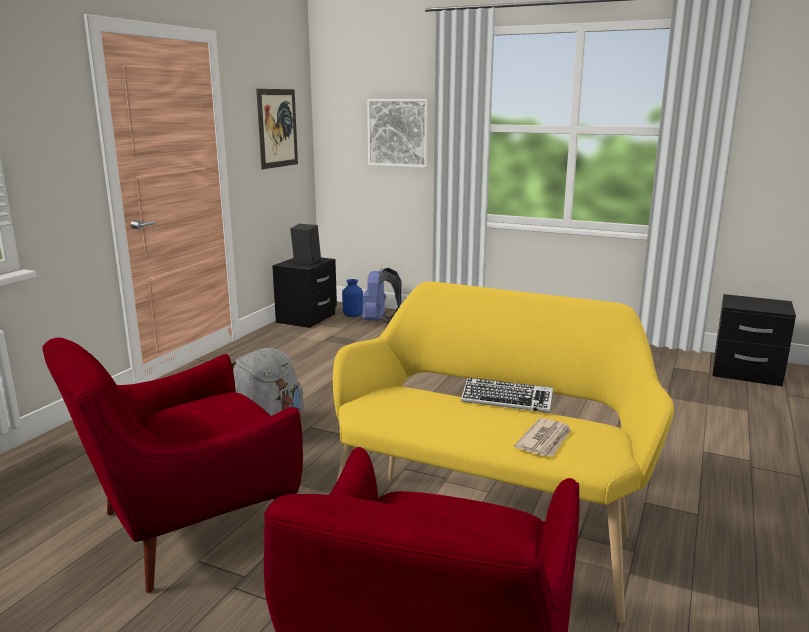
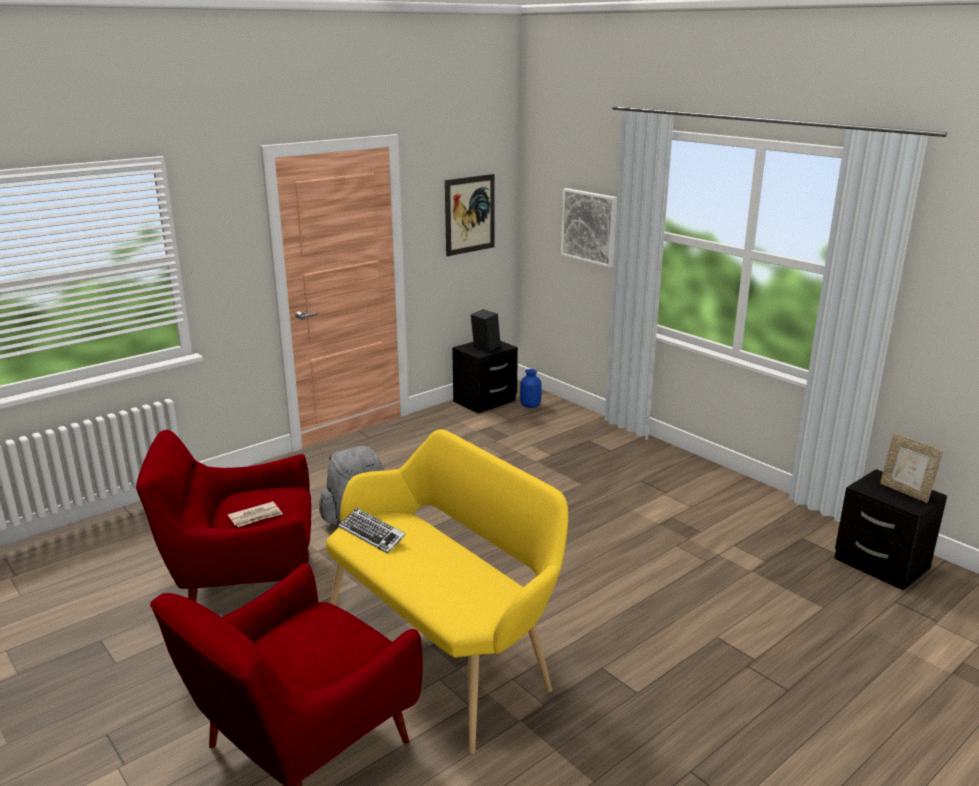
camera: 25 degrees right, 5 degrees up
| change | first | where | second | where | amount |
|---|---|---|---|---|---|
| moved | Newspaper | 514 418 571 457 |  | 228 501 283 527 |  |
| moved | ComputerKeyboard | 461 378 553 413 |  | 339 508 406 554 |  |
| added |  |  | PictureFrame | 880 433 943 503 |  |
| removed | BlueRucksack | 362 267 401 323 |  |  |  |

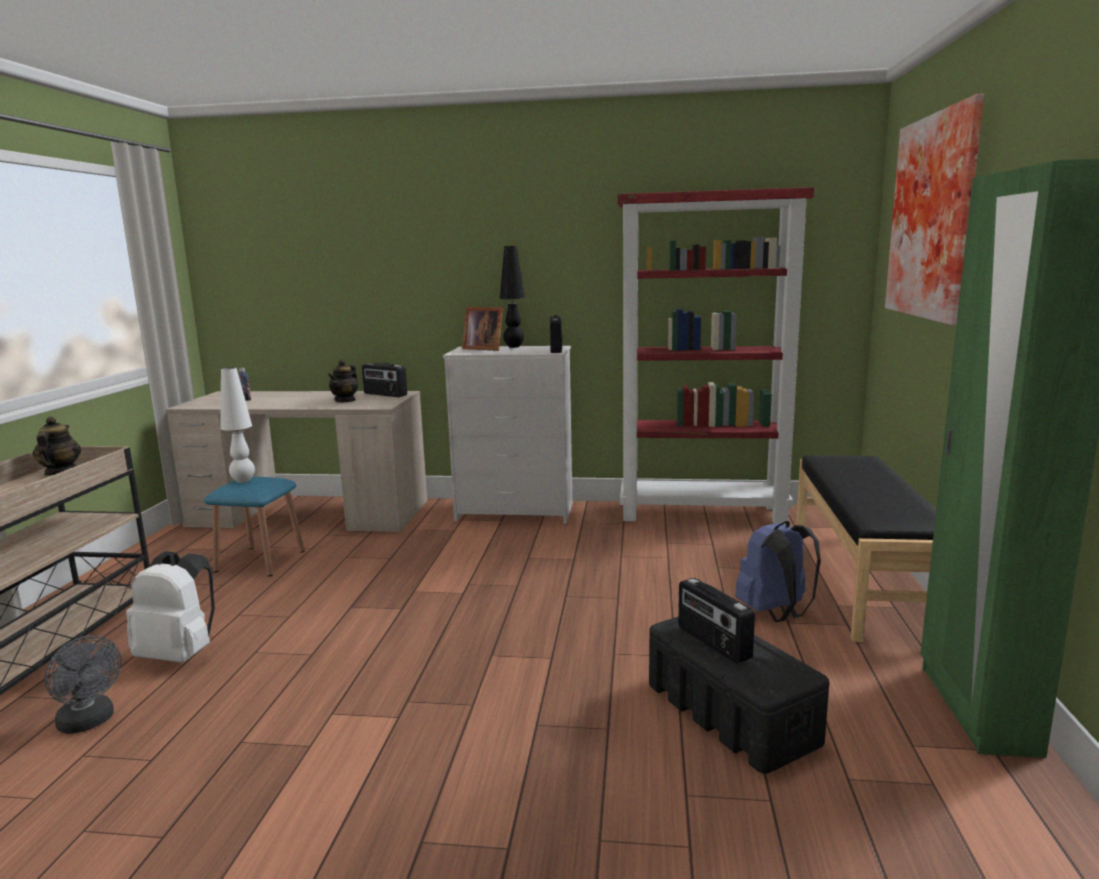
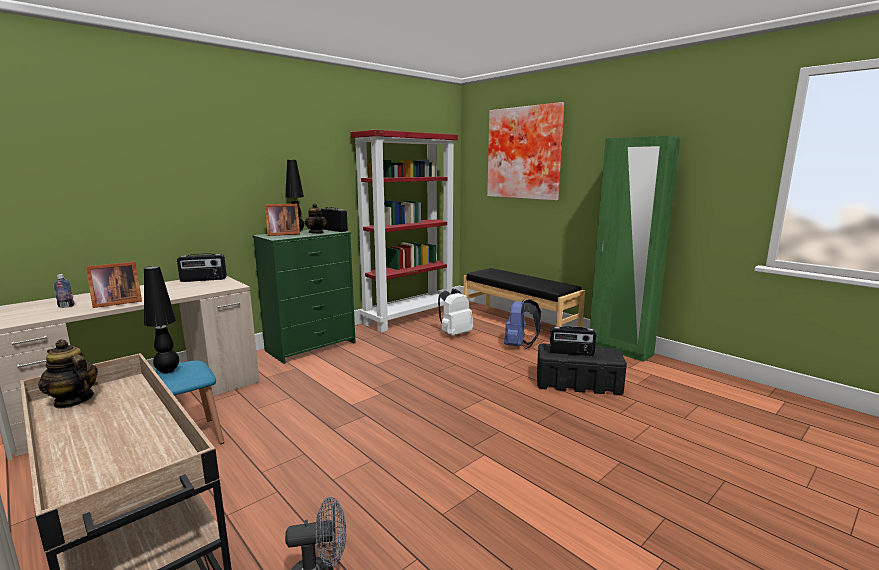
camera: 50 degrees left, 0 degrees up
| change | first | where | second | where | amount |
|---|---|---|---|---|---|
| added |  |  | PictureFrame | 86 262 142 308 |  |
| recoloured | WhiteColouredLampForATable | 220 367 255 483 | BlackishLampForATable | 144 266 179 374 |  |
| recoloured | WhiteColouredChestOfDrawers | 443 346 572 524 | GreenColouredChestOfDrawers | 252 230 356 364 |  |
| moved | Teapot | 328 359 358 402 |  | 304 203 327 234 |  |
| moved | WhiteColouredRucksack | 126 551 215 663 |  | 438 289 473 336 |  |

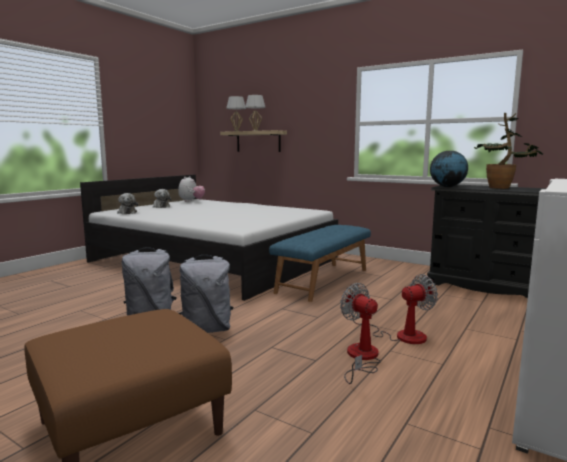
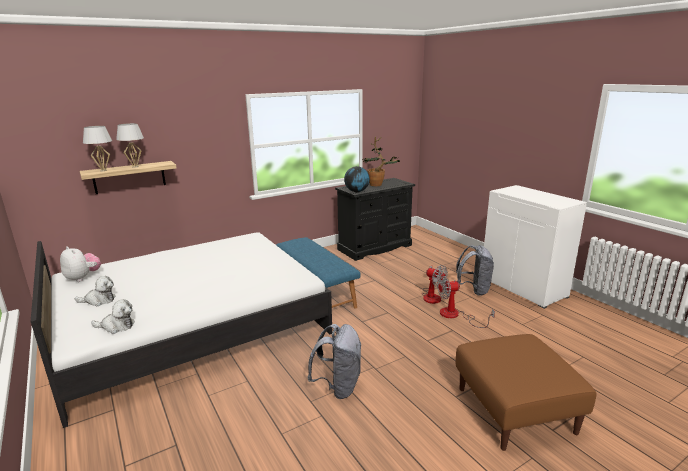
camera: 65 degrees left, 10 degrees up
| change | first | where | second | where | amount |
|---|---|---|---|---|---|
| turned | CoolingFan | 350 274 438 344 |  | 422 265 448 304 | 135 degrees clockwise |
| moved | GreyishRucksack | 179 255 233 333 |  | 456 245 494 296 |  |

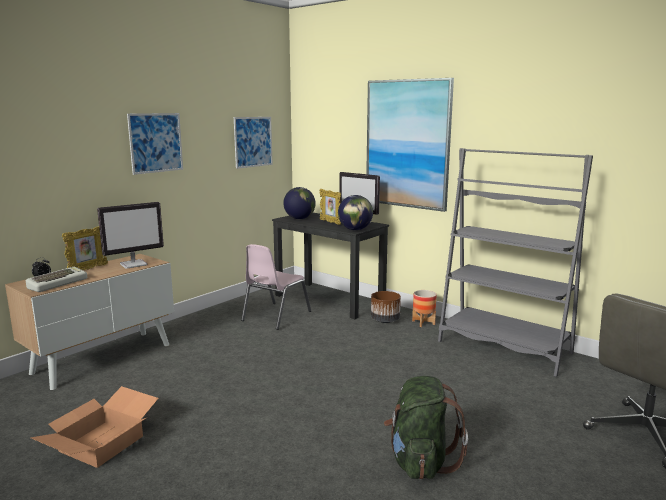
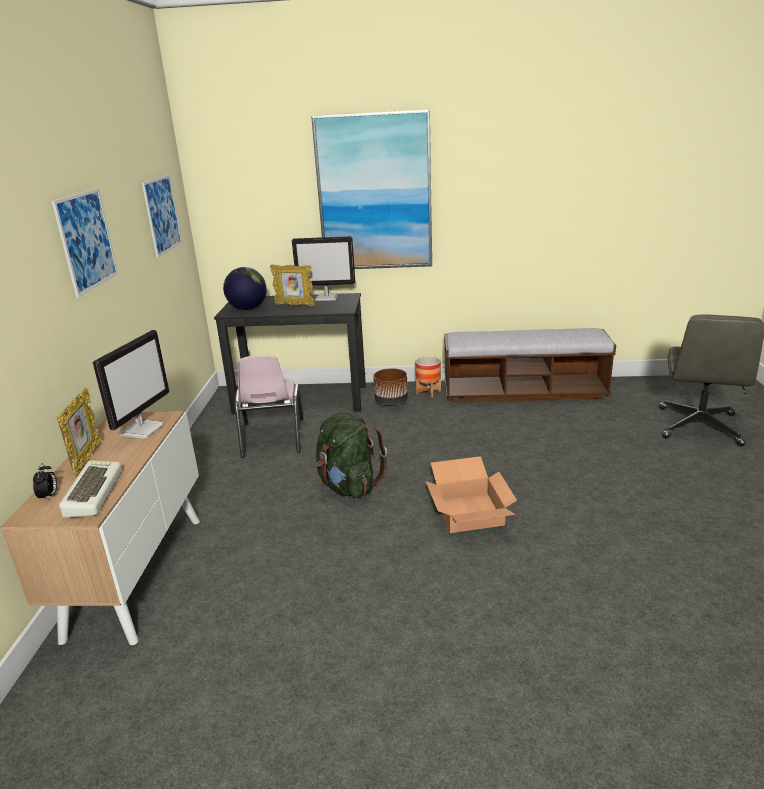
camera: 35 degrees left, 10 degrees up
| change | first | where | second | where | amount |
|---|---|---|---|---|---|
| moved | GreenColouredRucksack | 384 376 468 480 |  | 316 412 387 498 |  |
| moved | PackingBox | 30 386 159 468 |  | 426 456 517 533 |  |
| replaced | GreyishBookshelf | 438 148 593 377 | Bench | 444 328 616 402 |  |
| removed | DeskGlobe | 338 195 373 230 |  |  |  |

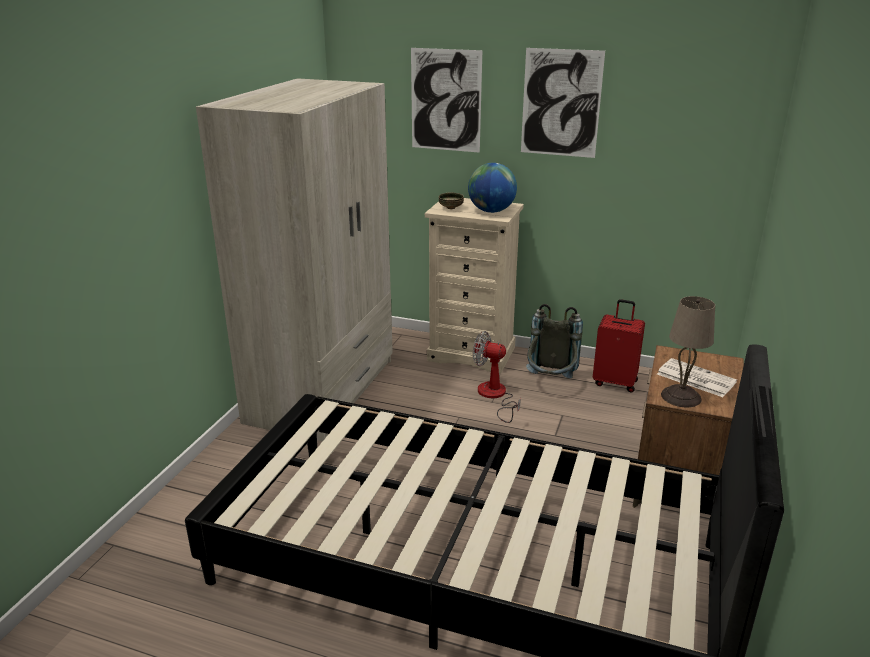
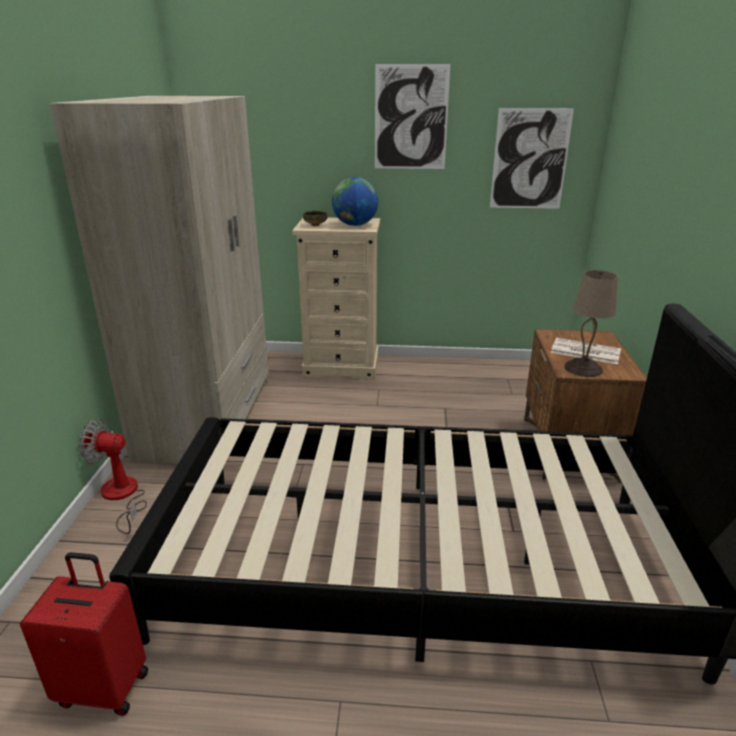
camera: 15 degrees left, 0 degrees up
| change | first | where | second | where | amount |
|---|---|---|---|---|---|
| moved | ReddishTravelCase | 593 299 645 392 |  | 20 552 148 716 |  |
| moved | CoolingFan | 473 331 521 423 |  | 79 419 147 534 |  |
| moved | WallPicture | 411 48 482 153 |  | 490 108 574 209 |  |
| removed | GreyishRucksack | 526 304 583 378 |  |  |  |

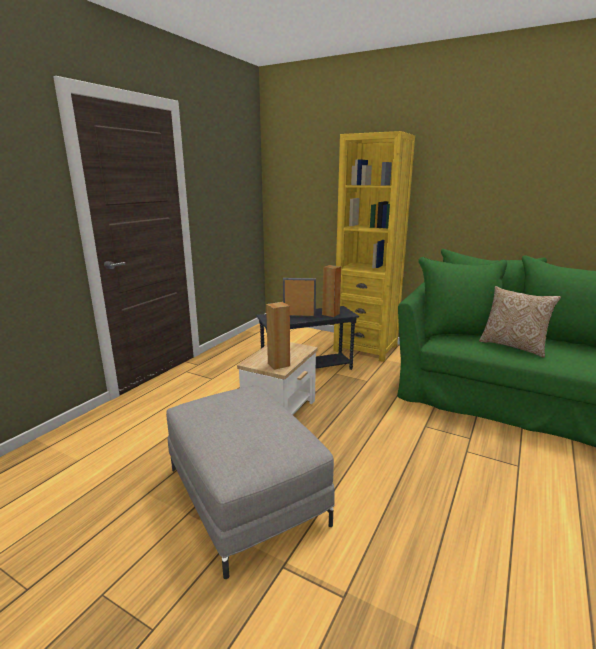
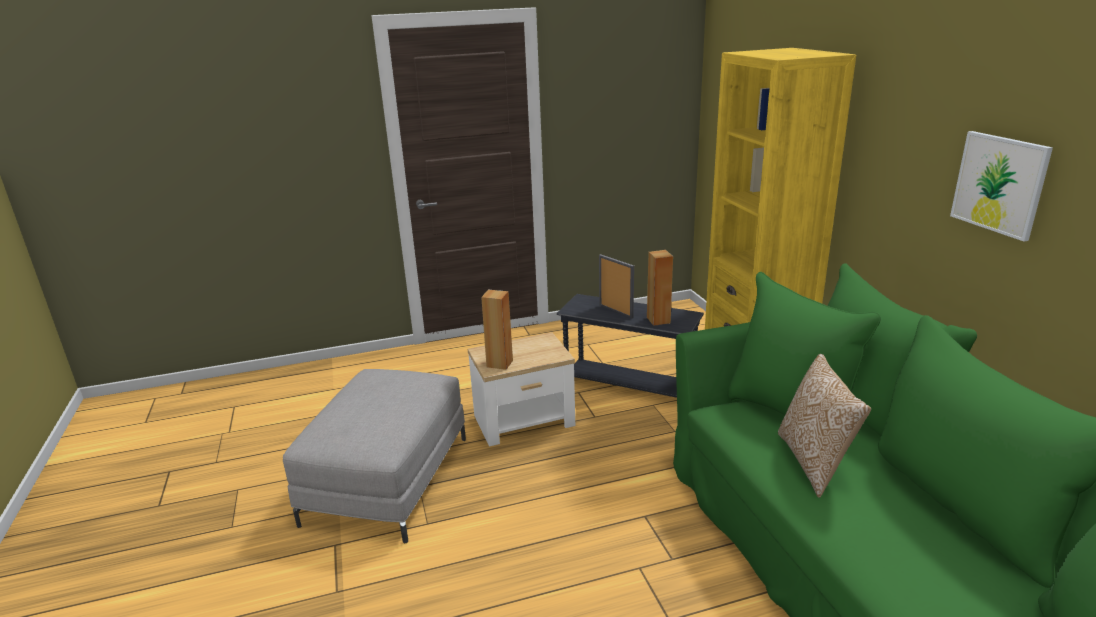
camera: 45 degrees right, 5 degrees up
| change | first | where | second | where | amount |
|---|---|---|---|---|---|
| added |  |  | WallPicture | 950 131 1053 242 |  |

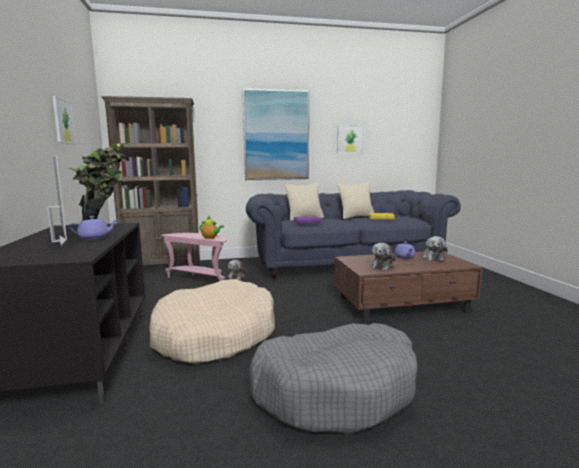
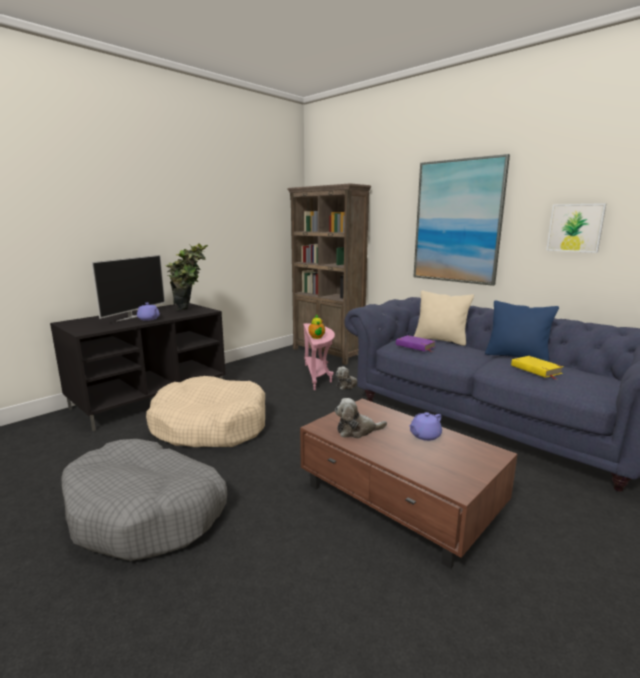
camera: 55 degrees right, 5 degrees up
| change | first | where | second | where | amount |
|---|---|---|---|---|---|
| recoloured | BeigePillow | 338 182 374 219 | BluePillow | 485 300 559 362 |  |
| removed | WallPicture | 52 96 76 144 |  |  |  |
| removed | PlushToy | 422 236 448 261 |  |  |  |

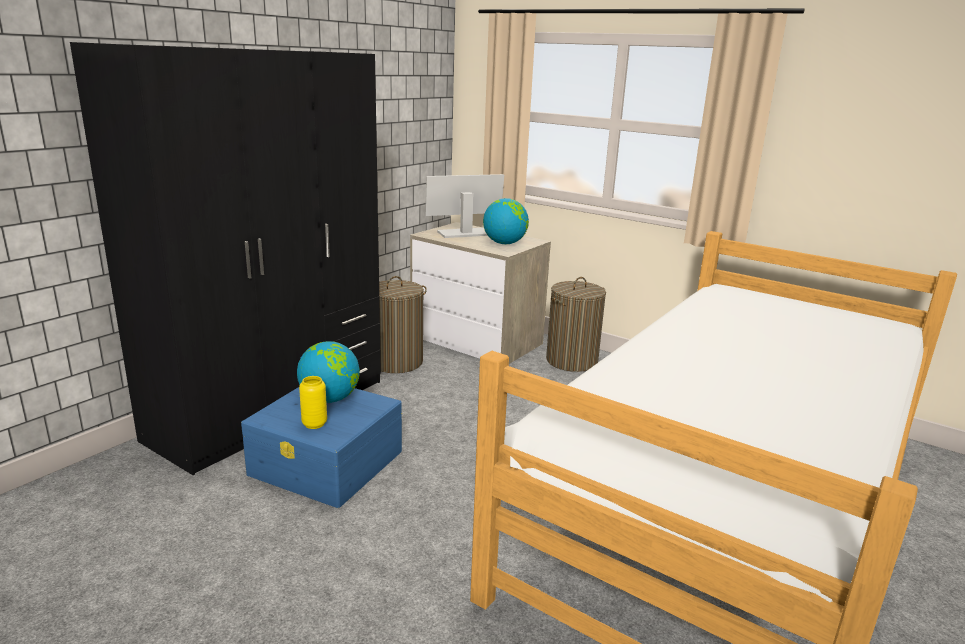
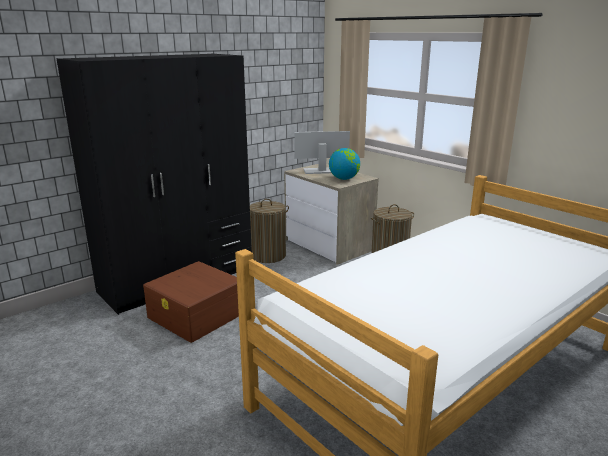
camera: 15 degrees right, 0 degrees up
| change | first | where | second | where | amount |
|---|---|---|---|---|---|
| recoloured | BlueStorageBox | 241 387 402 508 | BrownishStorageBox | 143 261 239 343 |  |
| removed | DeskGlobe | 297 341 360 403 |  |  |  |
| removed | YellowColouredDecorativeVase | 299 376 327 429 |  |  |  |

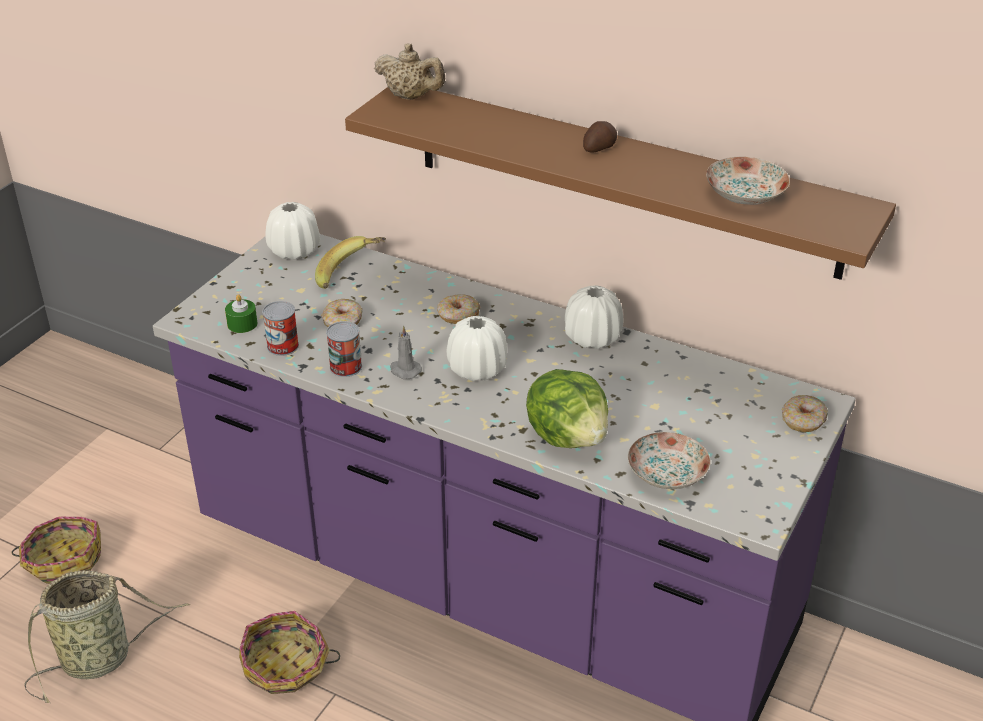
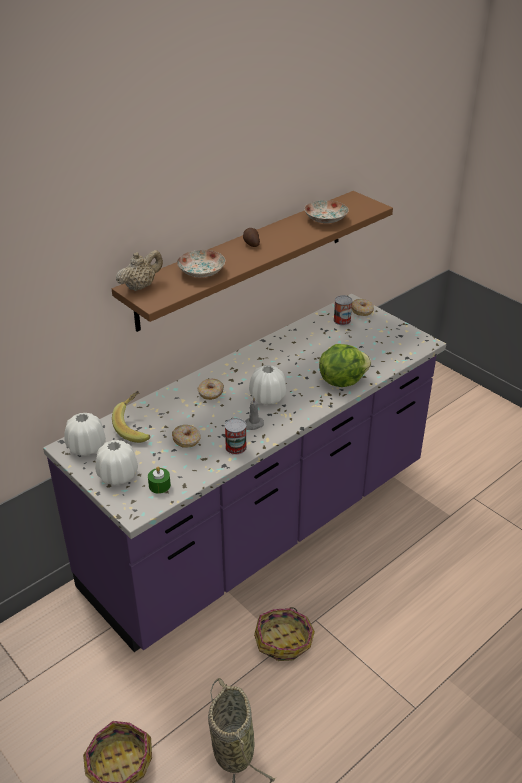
camera: 70 degrees left, 0 degrees up
| change | first | where | second | where | amount |
|---|---|---|---|---|---|
| moved | WhiteColouredDecorativeVase | 565 285 624 349 |  | 95 440 138 485 |  |
| moved | FlatDish | 628 432 711 489 |  | 177 250 225 277 |  |
| moved | Can | 262 301 299 356 |  | 333 295 353 325 |  |

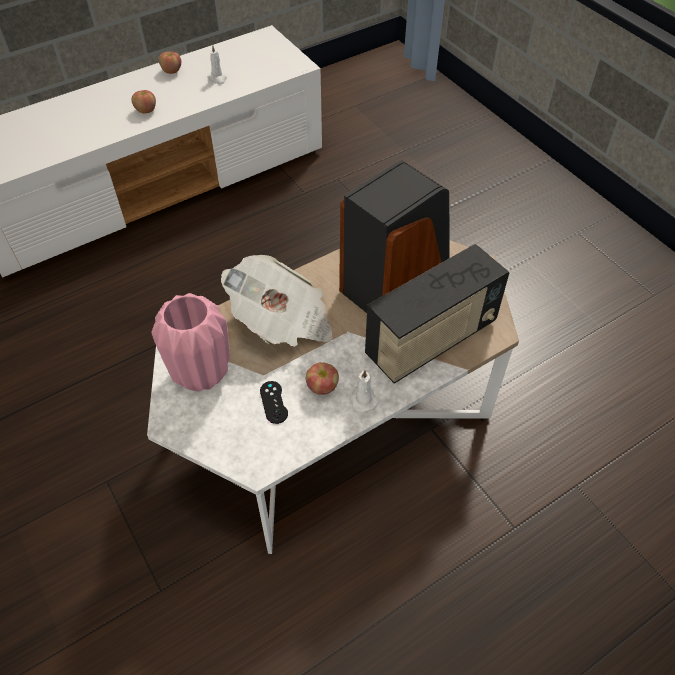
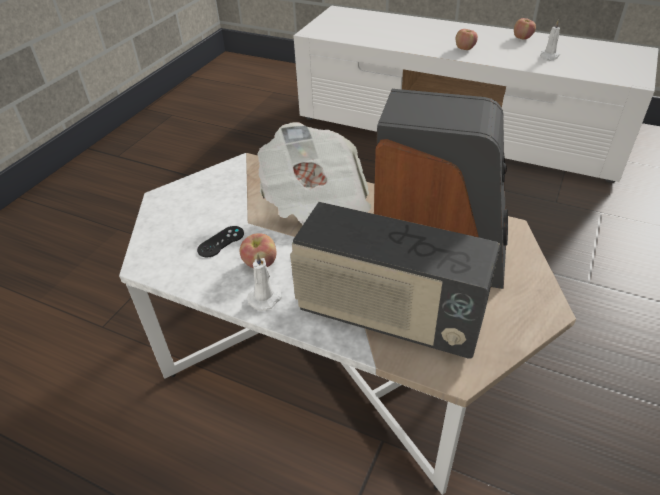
camera: 60 degrees right, 10 degrees down
| change | first | where | second | where | amount |
|---|---|---|---|---|---|
| removed | PinkDecorativeVase | 151 293 230 391 |  |  |  |

